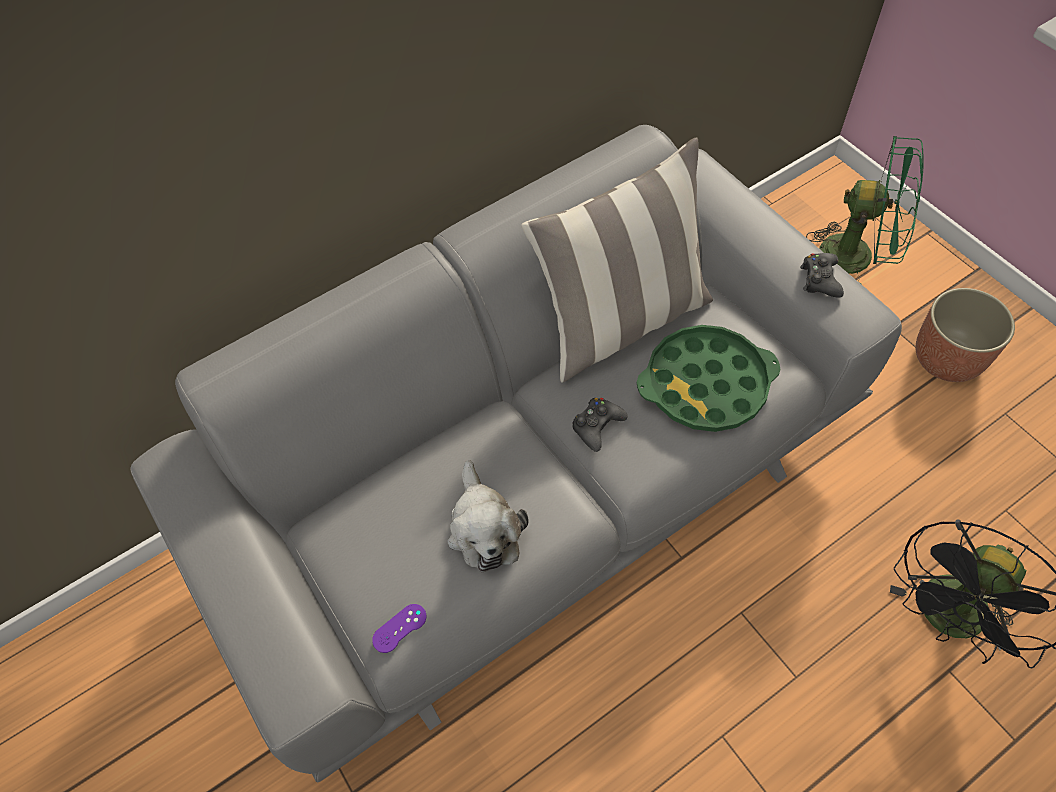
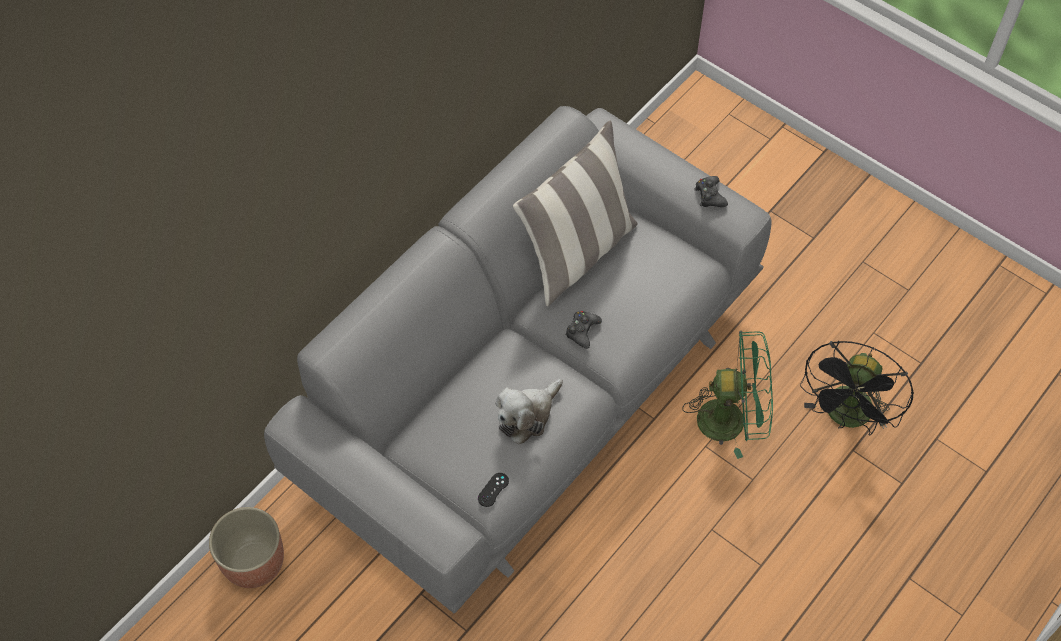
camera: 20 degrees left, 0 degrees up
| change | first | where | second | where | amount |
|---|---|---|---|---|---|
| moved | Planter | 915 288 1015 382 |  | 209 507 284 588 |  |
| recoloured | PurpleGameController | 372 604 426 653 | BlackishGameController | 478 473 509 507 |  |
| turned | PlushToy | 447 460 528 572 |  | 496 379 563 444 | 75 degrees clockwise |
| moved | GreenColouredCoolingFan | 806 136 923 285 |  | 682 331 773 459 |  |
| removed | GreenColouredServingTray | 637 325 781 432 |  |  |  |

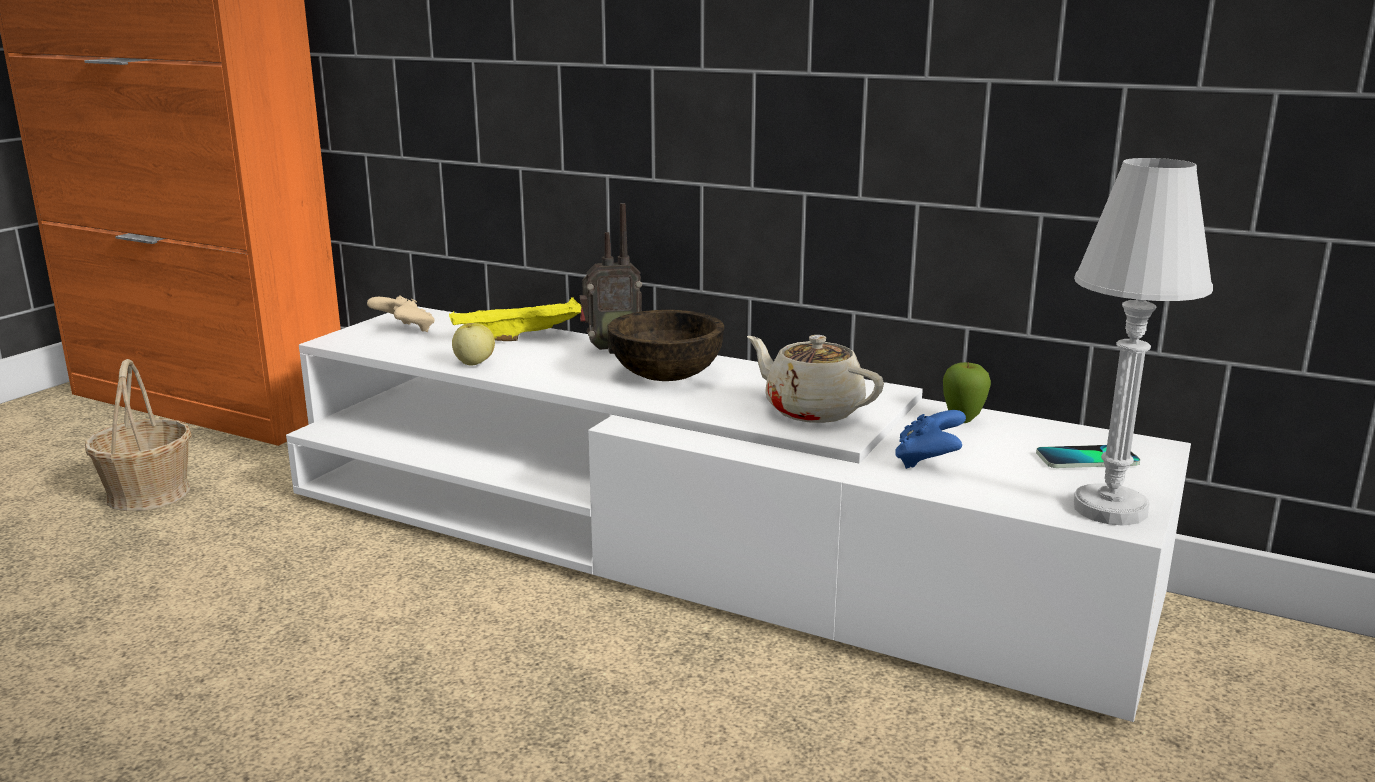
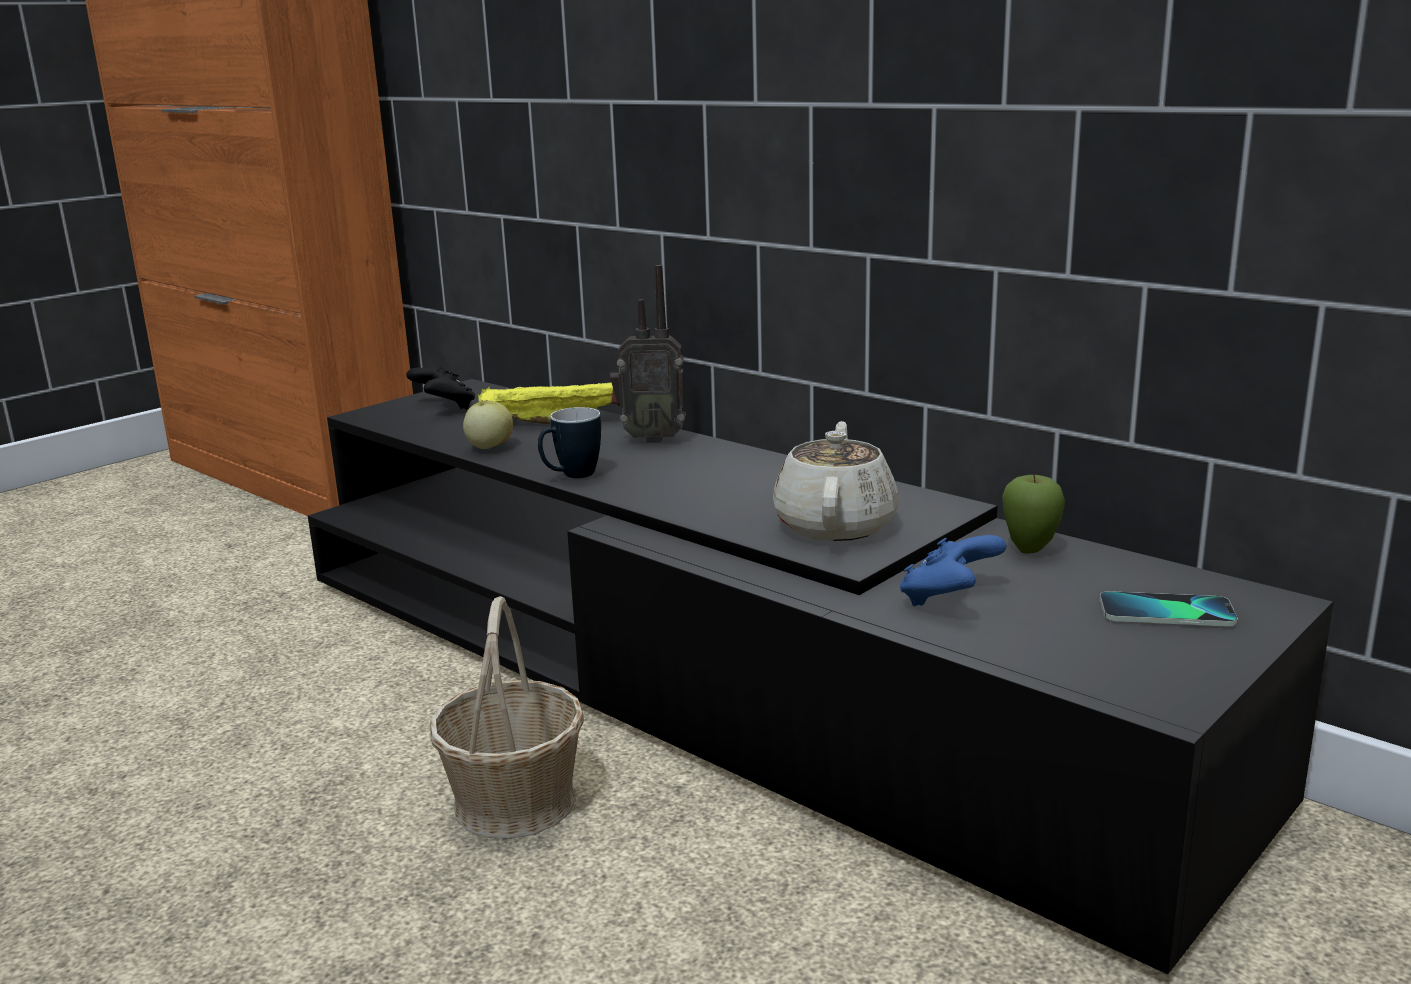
camera: 15 degrees right, 0 degrees up
| change | first | where | second | where | amount |
|---|---|---|---|---|---|
| recoloured | WhiteColouredTvStand | 286 306 1191 722 | BlackishTvStand | 308 379 1334 974 |  |
| recoloured | BeigeGameController | 367 295 435 332 | BlackishGameController | 406 367 475 409 |  |
| moved | Basket | 85 359 192 511 |  | 430 596 584 839 |  |
| added |  |  | TeaMug | 538 407 601 478 |  |
| turned | BeigeTeapot | 747 335 884 423 |  | 773 421 899 541 | 45 degrees clockwise |
| removed | BrownishServingBowl | 608 310 724 381 |  |  |  |
| removed | WhiteColouredLampForATable | 1074 158 1213 526 |  |  |  |

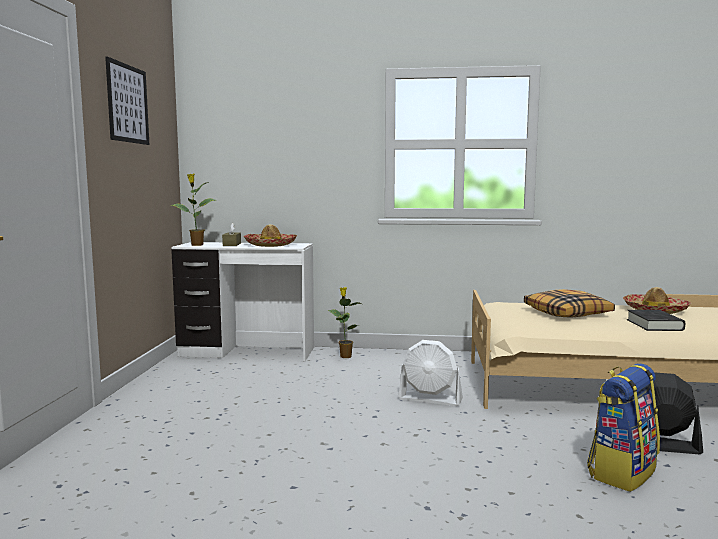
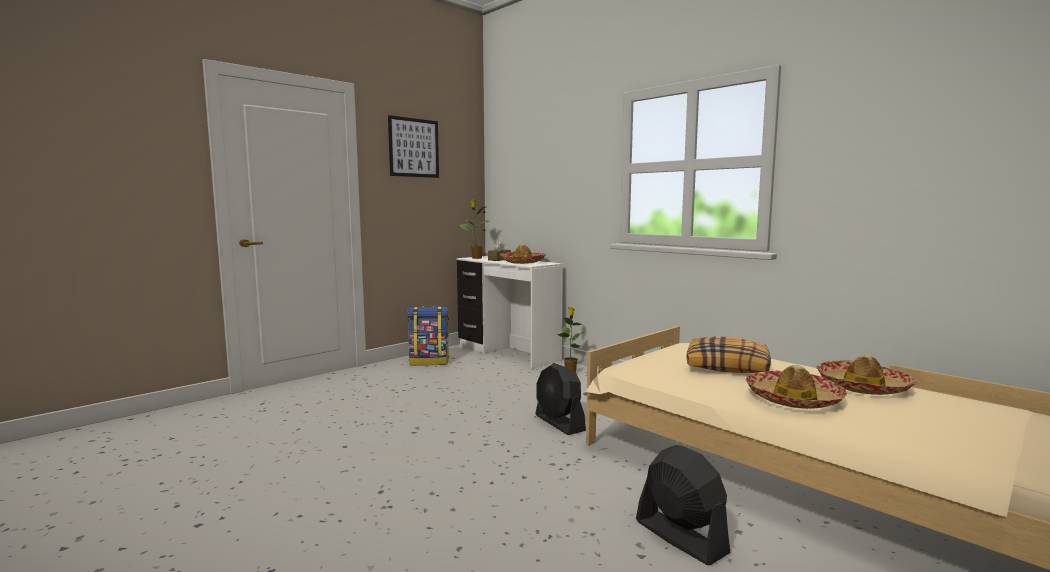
camera: 40 degrees right, 0 degrees up
| change | first | where | second | where | amount |
|---|---|---|---|---|---|
| moved | Rucksack | 587 363 660 492 |  | 407 306 450 366 |  |
| recoloured | WhiteColouredCoolingFan | 398 340 463 406 | BlackishCoolingFan | 535 363 586 435 |  |
| replaced | BlackishVolume | 627 310 685 331 | ClothingHat | 746 365 847 409 |  |

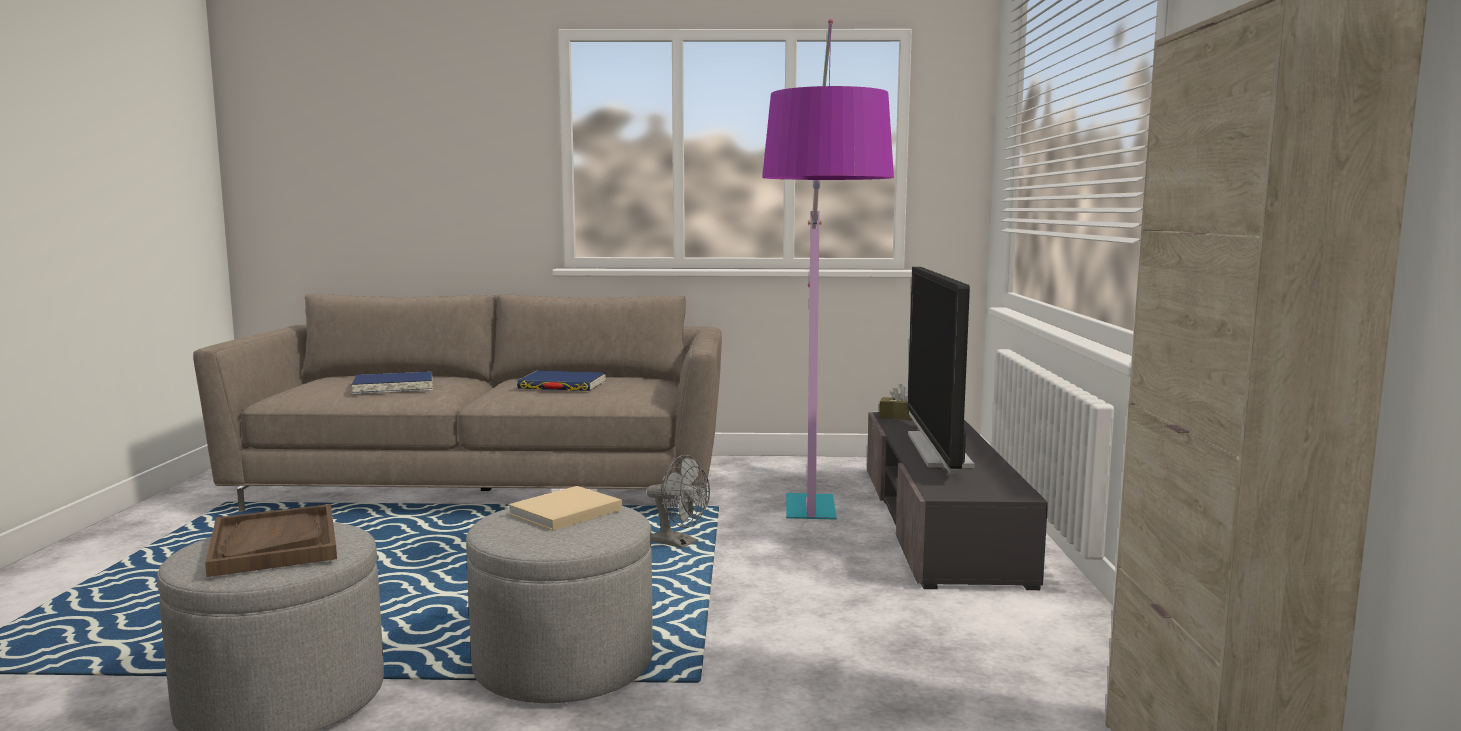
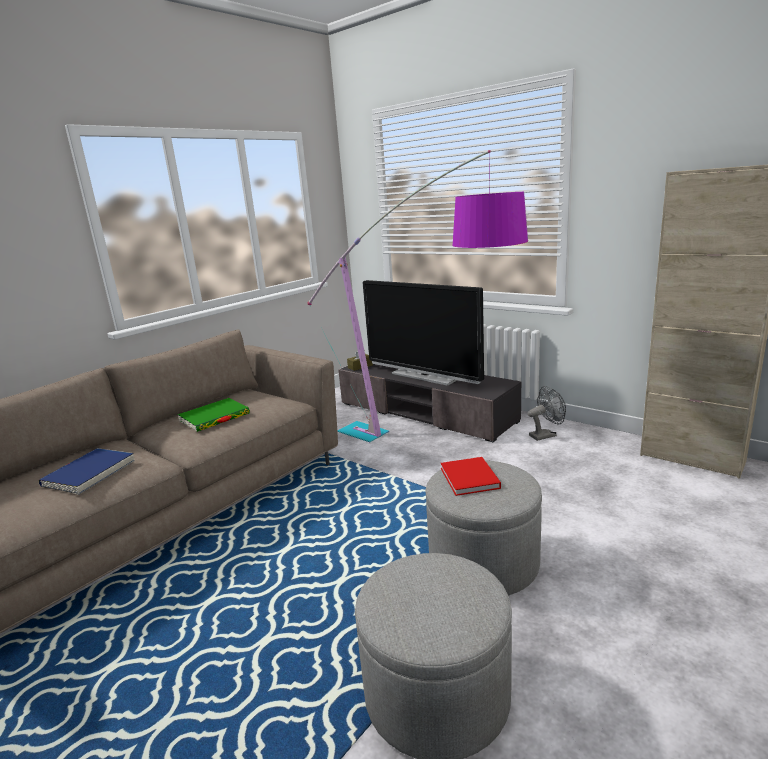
camera: 50 degrees left, 10 degrees up
| change | first | where | second | where | amount |
|---|---|---|---|---|---|
| recoloured | BlueVolume | 517 370 606 391 | GreenColouredVolume | 177 398 250 432 |  |
| recoloured | BeigeVolume | 508 486 622 531 | ReddishVolume | 440 457 501 496 |  |
| moved | GreyishCoolingFan | 646 455 710 548 |  | 528 386 566 441 |  |
| removed | BrownishServingTray | 205 504 337 577 |  |  |  |

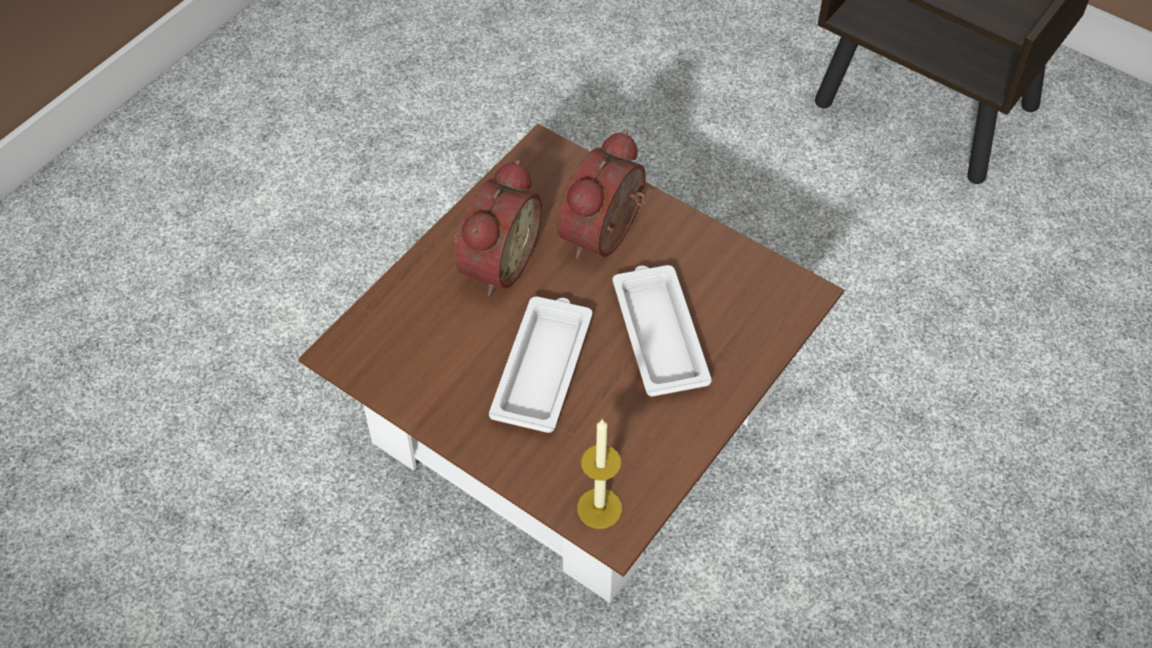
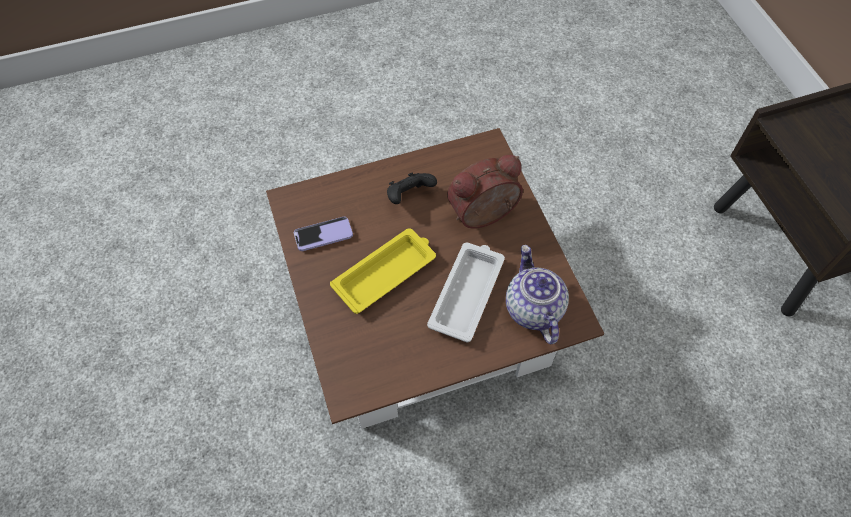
camera: 35 degrees right, 5 degrees up
| change | first | where | second | where | amount |
|---|---|---|---|---|---|
| added |  |  | Telephone | 294 217 353 251 |  |
| recoloured | WhiteColouredServingTray | 489 296 592 433 | YellowColouredServingTray | 330 228 436 314 |  |
| replaced | AlarmClock | 454 160 542 296 | BlackishGameController | 387 173 437 204 |  |
| added |  |  | Teapot | 506 245 569 344 |  |
| removed | WaxCandle | 577 419 622 529 |  |  |  |

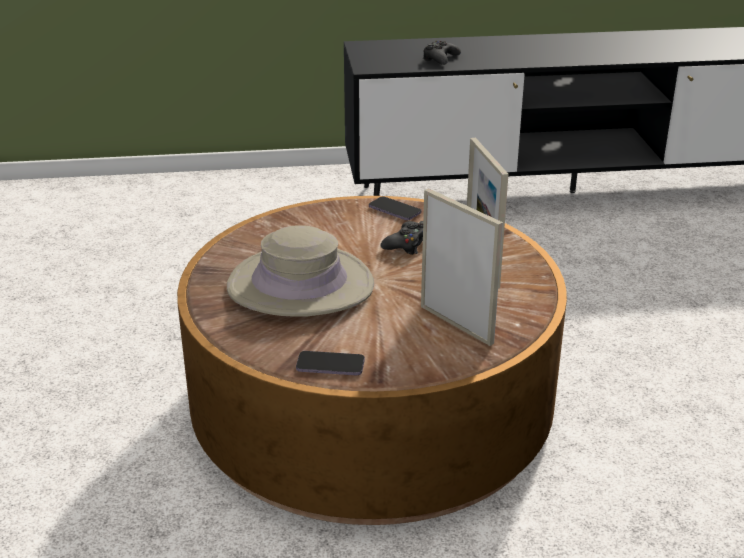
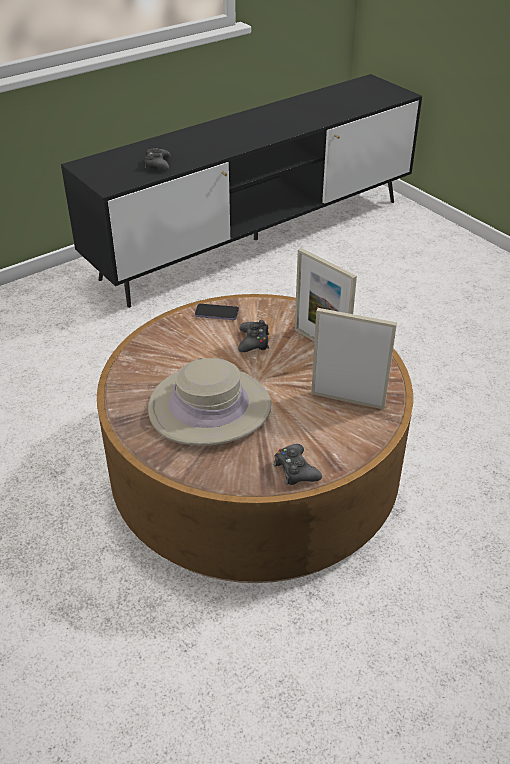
camera: 30 degrees left, 10 degrees up
| change | first | where | second | where | amount |
|---|---|---|---|---|---|
| replaced | Telephone | 296 351 365 375 | BlackishGameController | 273 444 322 485 |  |

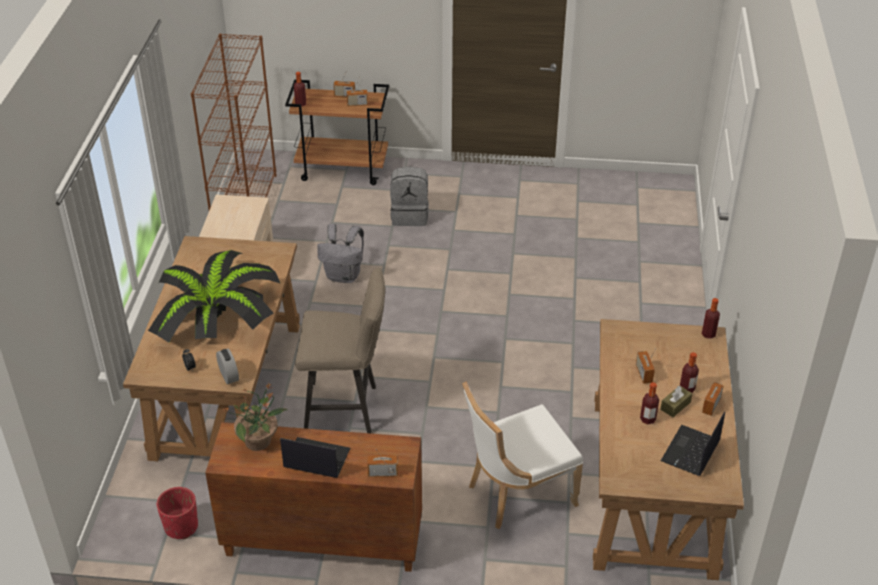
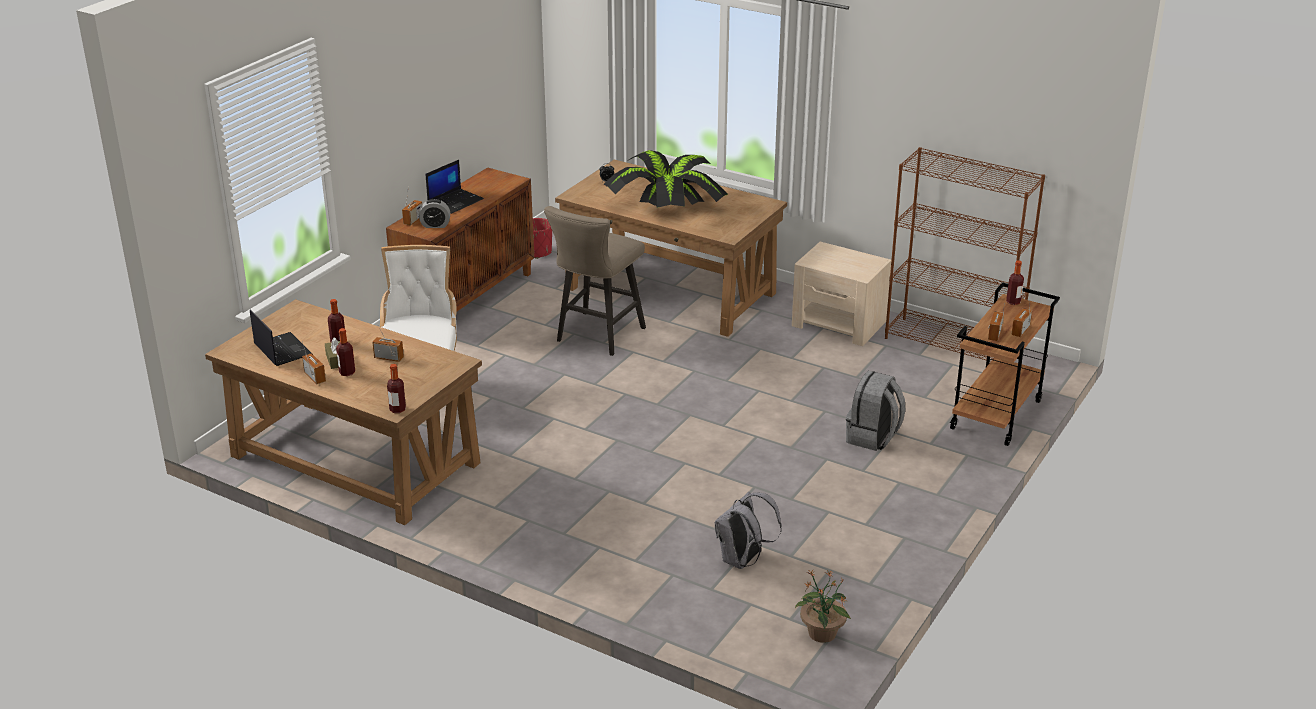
camera: 115 degrees right, 10 degrees down
| change | first | where | second | where | amount |
|---|---|---|---|---|---|
| moved | AlarmClock | 216 349 239 384 |  | 419 199 450 228 |  |
| moved | GreyishRucksack | 317 224 364 283 |  | 715 492 782 569 |  |
| moved | PottedPlant | 224 383 287 451 |  | 795 570 851 643 |  |

